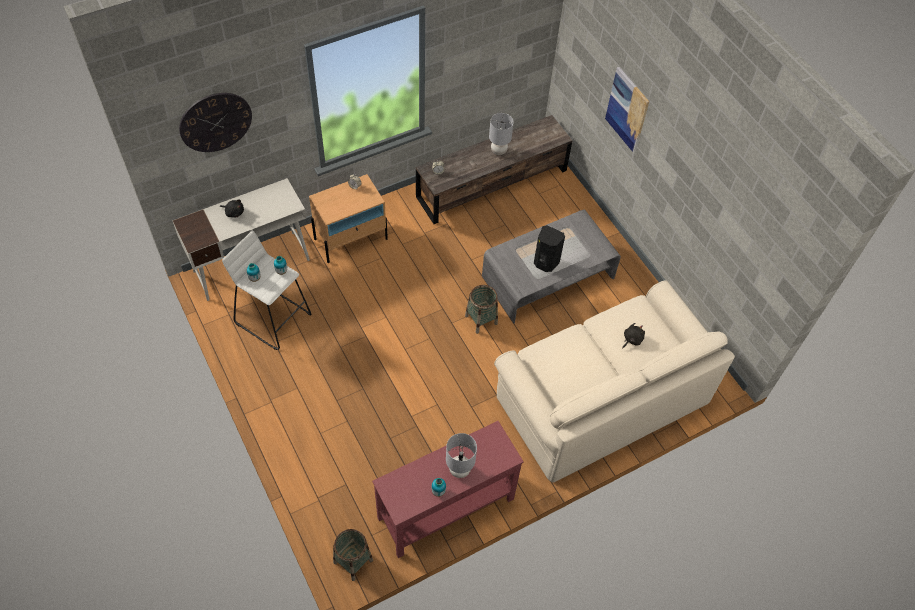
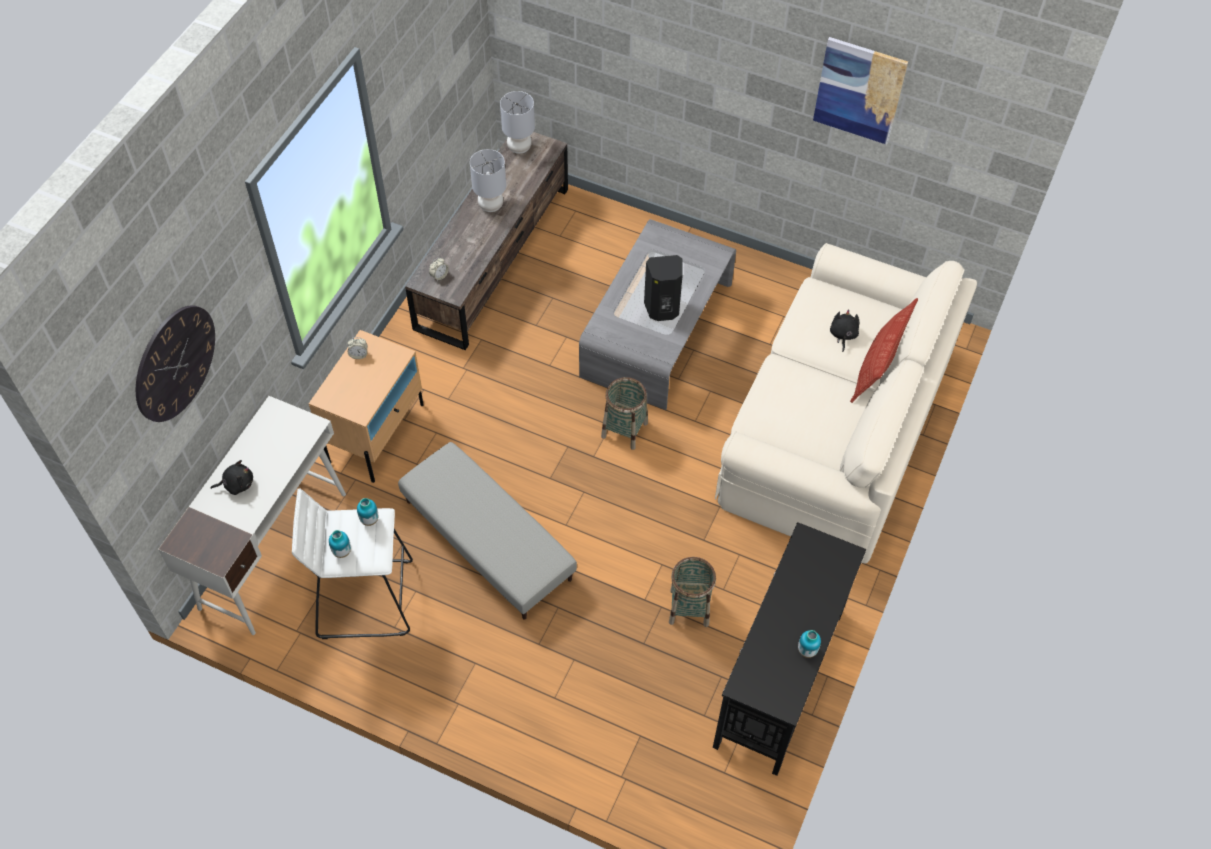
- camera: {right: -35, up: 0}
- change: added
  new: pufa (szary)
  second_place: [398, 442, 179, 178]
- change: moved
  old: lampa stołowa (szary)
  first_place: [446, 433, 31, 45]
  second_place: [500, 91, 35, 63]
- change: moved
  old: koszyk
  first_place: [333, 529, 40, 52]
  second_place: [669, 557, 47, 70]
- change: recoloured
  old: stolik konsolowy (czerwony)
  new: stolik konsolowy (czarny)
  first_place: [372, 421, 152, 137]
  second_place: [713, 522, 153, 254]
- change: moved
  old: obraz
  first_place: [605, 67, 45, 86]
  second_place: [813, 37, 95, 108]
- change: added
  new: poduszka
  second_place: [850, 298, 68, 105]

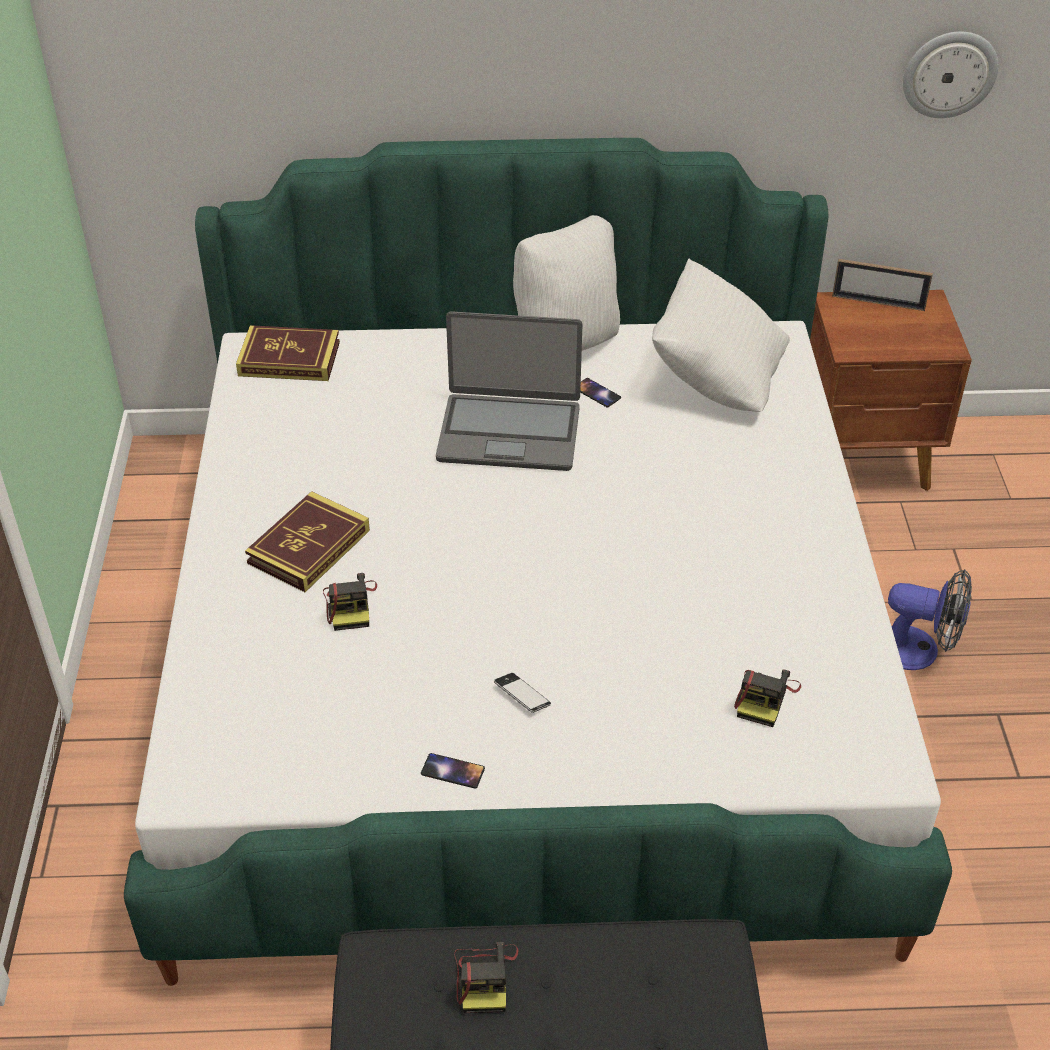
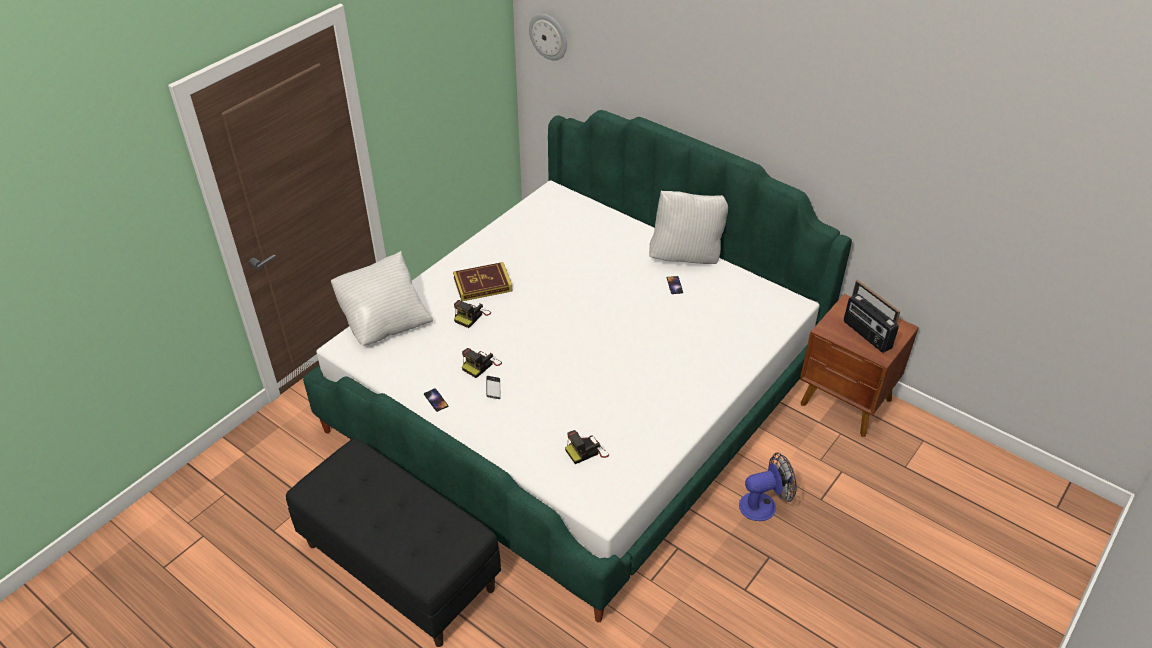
- camera: {right: 40, up: 0}
- change: moved
  old: poduszka (biały)
  first_place: [652, 259, 138, 153]
  second_place: [331, 251, 102, 94]
- change: moved
  old: aparat fotograficzny
  first_place: [454, 942, 64, 71]
  second_place: [462, 348, 40, 30]
- change: moved
  old: zegar ścienny
  first_place: [903, 32, 96, 86]
  second_place: [529, 14, 38, 47]
- change: turned
  old: wentylator
  first_place: [888, 569, 84, 101]
  second_place: [739, 453, 58, 68]
  degrees: -75
- change: added
  new: radio
  second_place: [844, 294, 55, 59]
- change: removed
  old: książka
  first_place: [236, 325, 104, 56]
- change: removed
  old: laptop
  first_place: [436, 311, 146, 160]

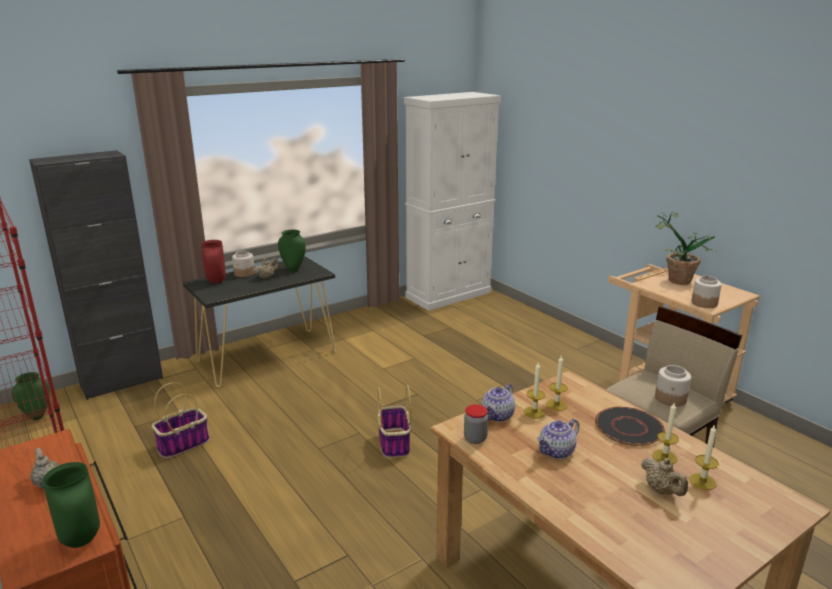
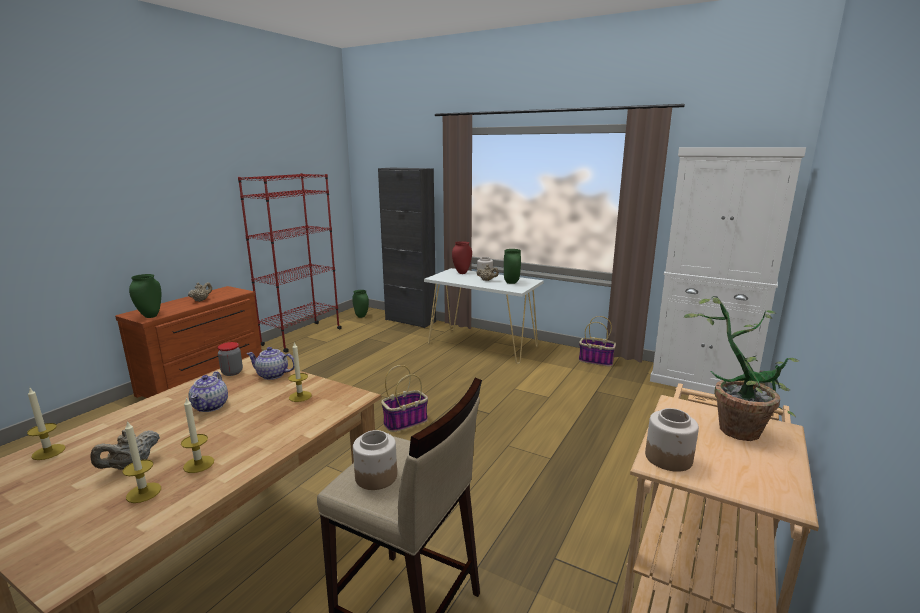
- camera: {right: 65, up: -5}
- change: moved
  old: świeca
  first_place: [524, 361, 21, 58]
  second_place: [27, 388, 38, 72]
- change: turned
  old: imbryk
  first_place: [537, 419, 42, 40]
  second_place: [189, 371, 39, 41]
  degrees: -120
- change: recoloured
  old: stolik konsolowy (czarny)
  new: stolik konsolowy (biały)
  first_place: [183, 256, 153, 131]
  second_place: [424, 268, 120, 96]
- change: moved
  old: koszyk
  first_place: [152, 382, 57, 76]
  second_place: [579, 316, 37, 51]
- change: removed
  old: talerz (czarny)
  first_place: [595, 407, 70, 39]

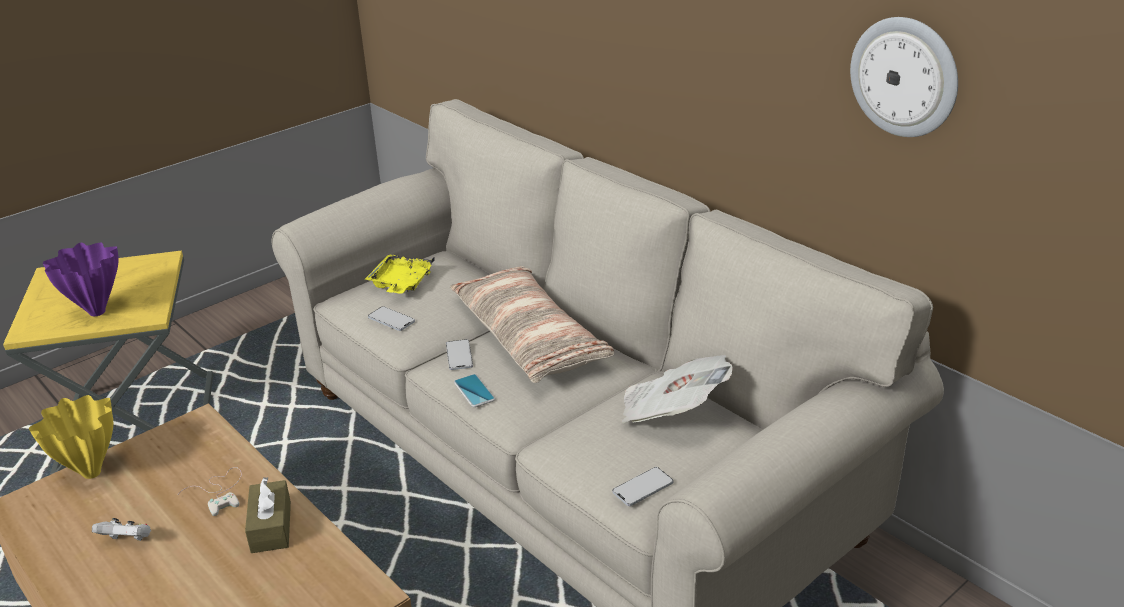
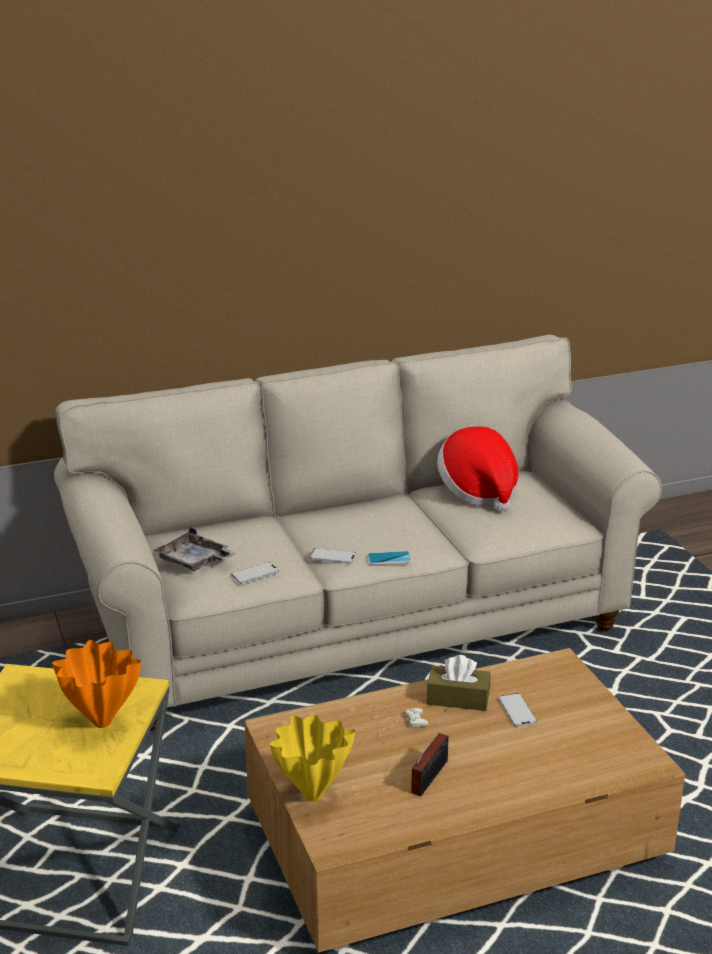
- camera: {right: -70, up: -5}
- change: recoloured
  old: wazon (fioletowy)
  new: wazon (pomarańczowy)
  first_place: [43, 243, 75, 73]
  second_place: [52, 640, 89, 88]
- change: recoloured
  old: taca (żółty)
  new: taca (szary)
  first_place: [365, 254, 69, 39]
  second_place: [153, 527, 83, 44]
- change: replaced
  old: pad do gier (biały)
  new: radio
  first_place: [92, 518, 59, 23]
  second_place: [411, 710, 38, 86]
- change: replaced
  old: gazeta
  new: kapelusz
  first_place: [622, 355, 111, 68]
  second_place: [437, 426, 82, 85]
- change: moved
  old: telefon
  first_place: [612, 467, 61, 39]
  second_place: [498, 693, 39, 34]
- change: removed
  old: poduszka
  first_place: [450, 266, 164, 117]
- change: removed
  old: zegar ścienny
  first_place: [850, 17, 108, 120]

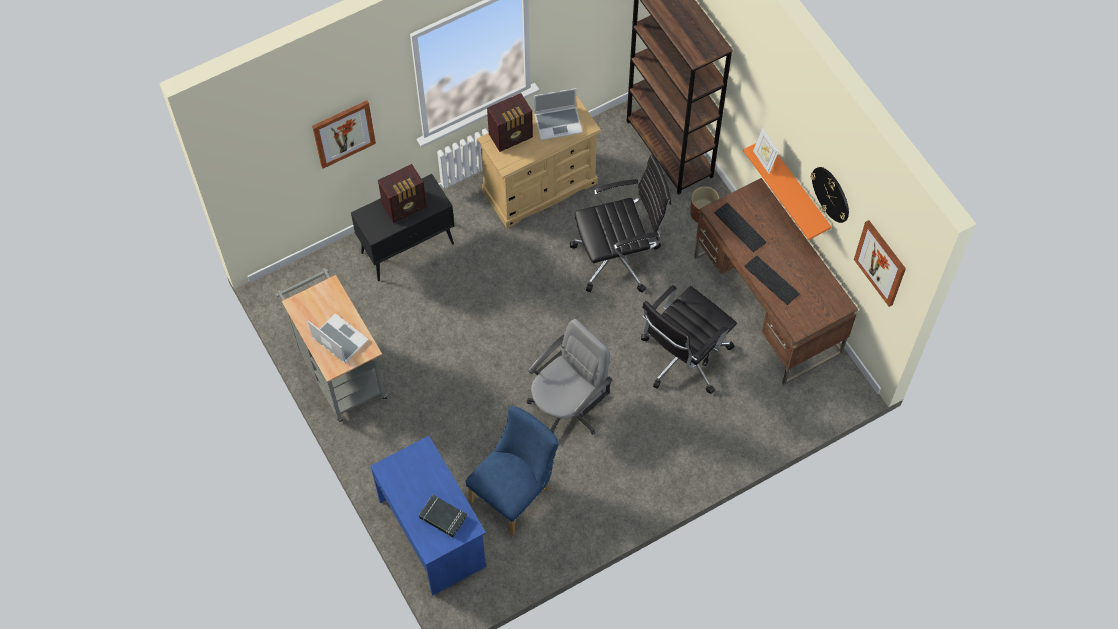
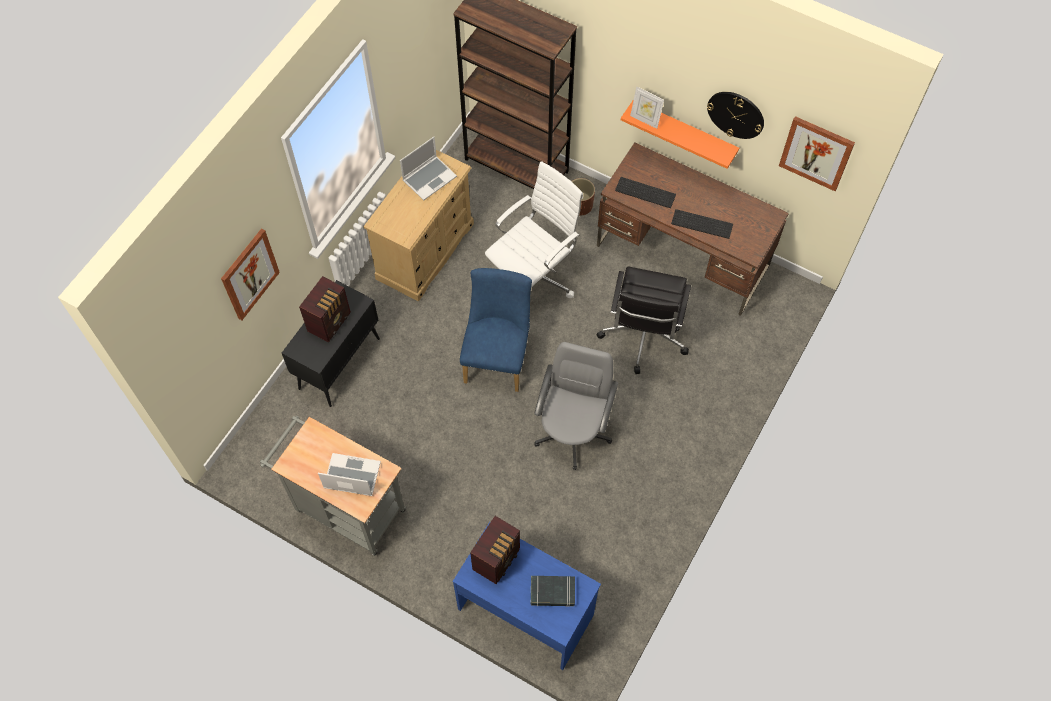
- camera: {right: -30, up: 0}
- change: moved
  old: krzesło (niebieski)
  first_place: [465, 406, 94, 130]
  second_place: [460, 268, 72, 124]
- change: moved
  old: radio
  first_place: [487, 93, 46, 59]
  second_place: [470, 516, 50, 68]
- change: recoloured
  old: krzesło biurowe (czarny)
  new: krzesło biurowe (biały)
  first_place: [570, 154, 101, 139]
  second_place: [485, 161, 98, 137]

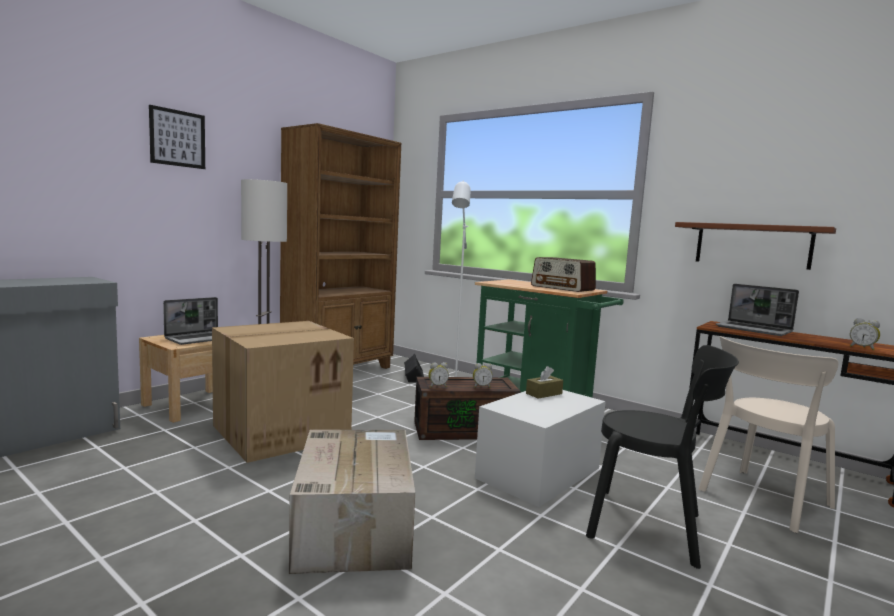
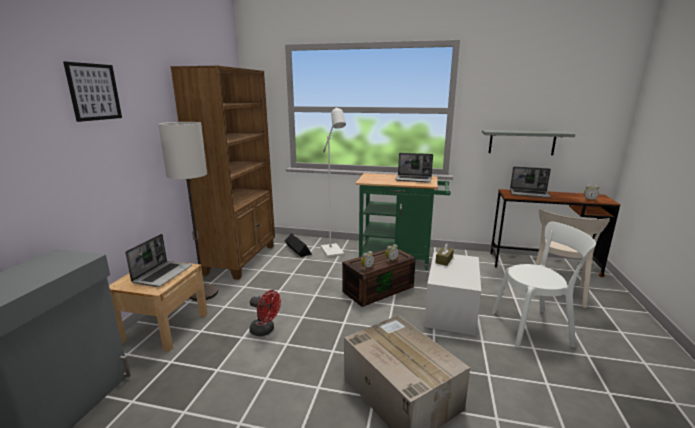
- camera: {right: -25, up: 10}
- change: replaced
  old: karton
  new: wentylator (czerwony)
  first_place: [212, 321, 142, 142]
  second_place: [249, 290, 32, 46]
- change: replaced
  old: radio
  new: laptop
  first_place: [531, 257, 65, 35]
  second_place: [395, 153, 38, 30]
- change: recoloured
  old: półka (brązowy)
  new: półka (szary)
  first_place: [675, 222, 161, 48]
  second_place: [482, 130, 93, 25]
- change: recoloured
  old: krzesło (czarny)
  new: krzesło (biały)
  first_place: [586, 345, 153, 224]
  second_place: [492, 222, 104, 126]

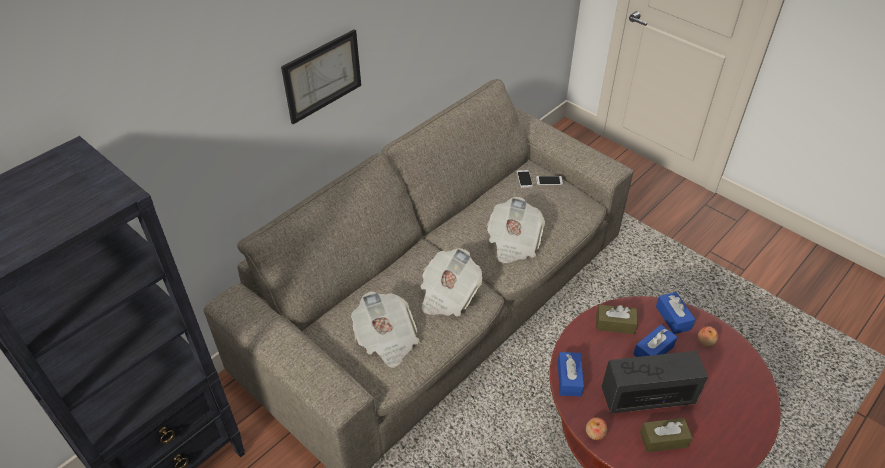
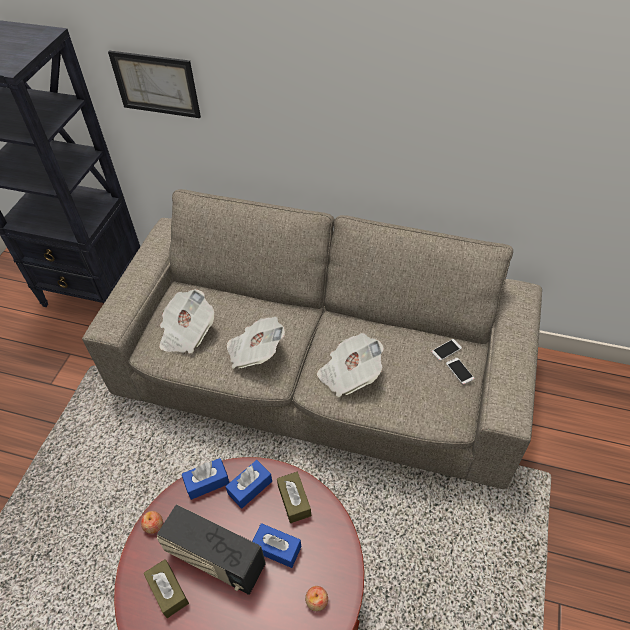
- camera: {right: 65, up: 5}
- change: moved
  old: obraz
  first_place: [281, 29, 80, 95]
  second_place: [108, 50, 93, 68]
- change: turned
  old: radio
  first_place: [602, 351, 106, 62]
  second_place: [157, 504, 109, 91]
  degrees: 150
- change: moved
  old: pudełko chusteczek (niebieski)
  first_place: [656, 292, 40, 42]
  second_place: [225, 460, 47, 49]

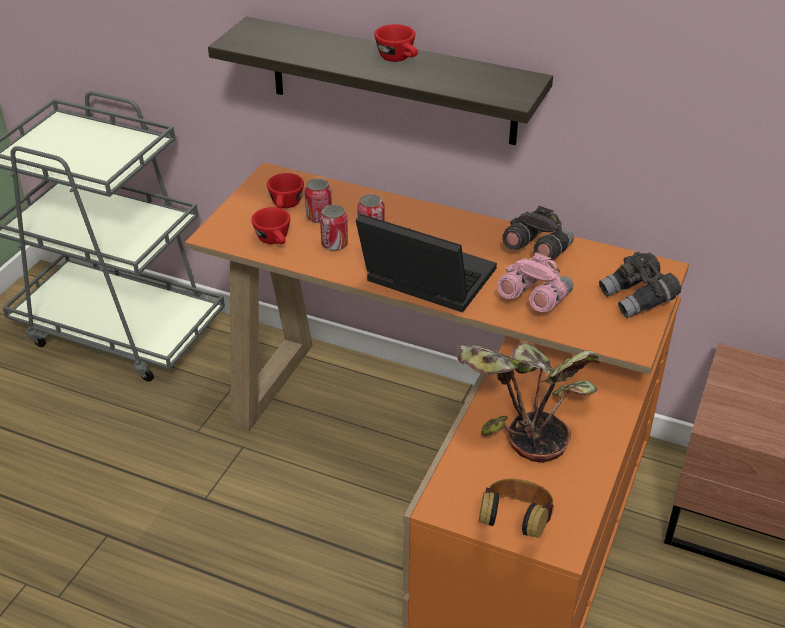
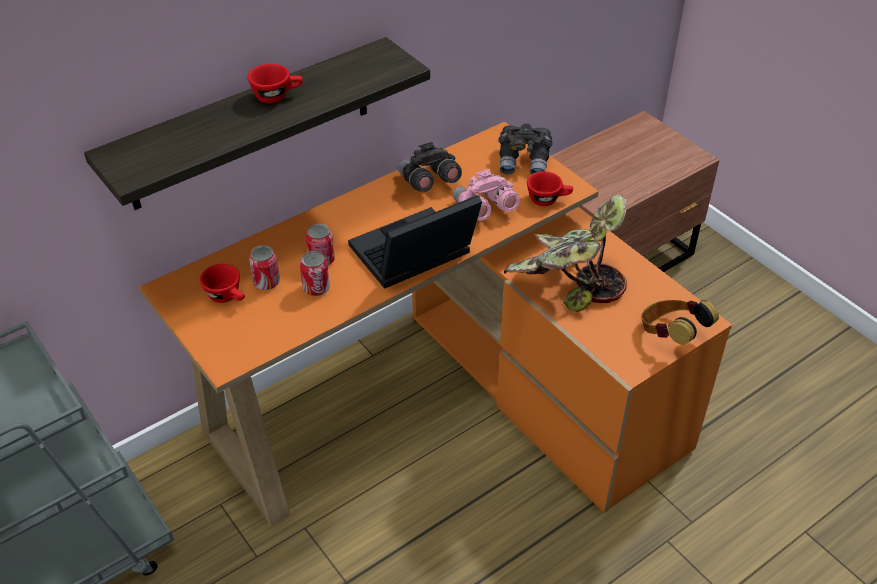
- camera: {right: -60, up: 5}
- change: moved
  old: filiżanka (czerwony)
  first_place: [251, 207, 39, 37]
  second_place: [527, 171, 46, 35]

